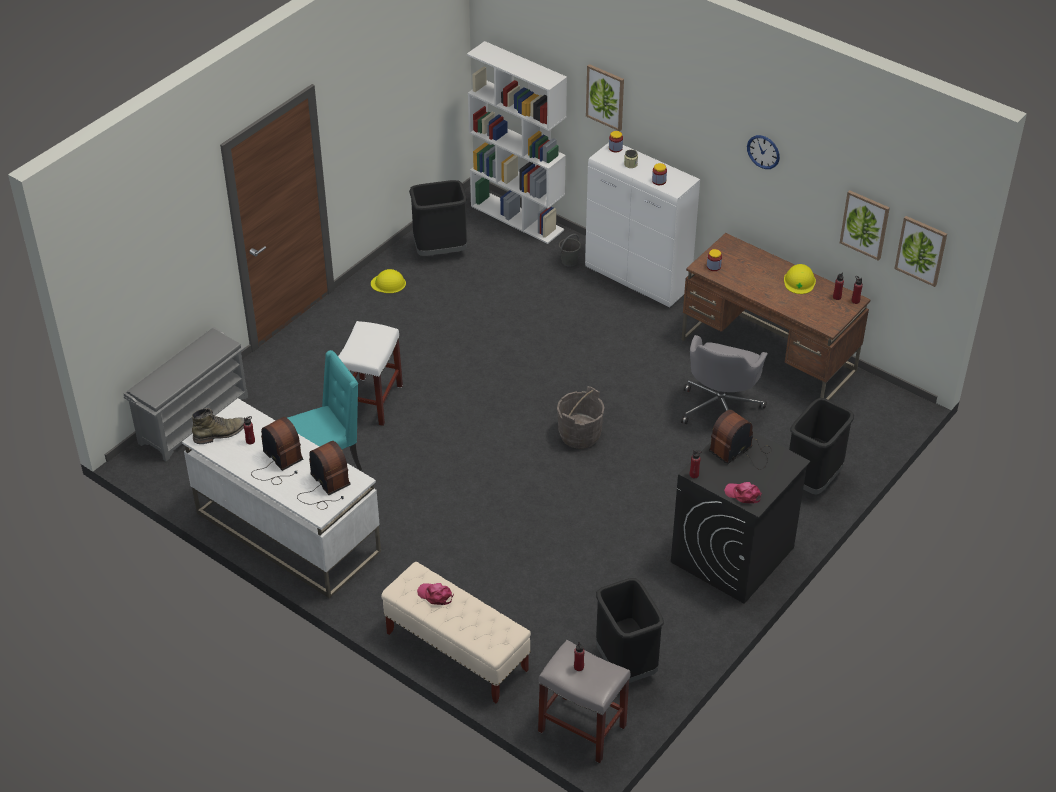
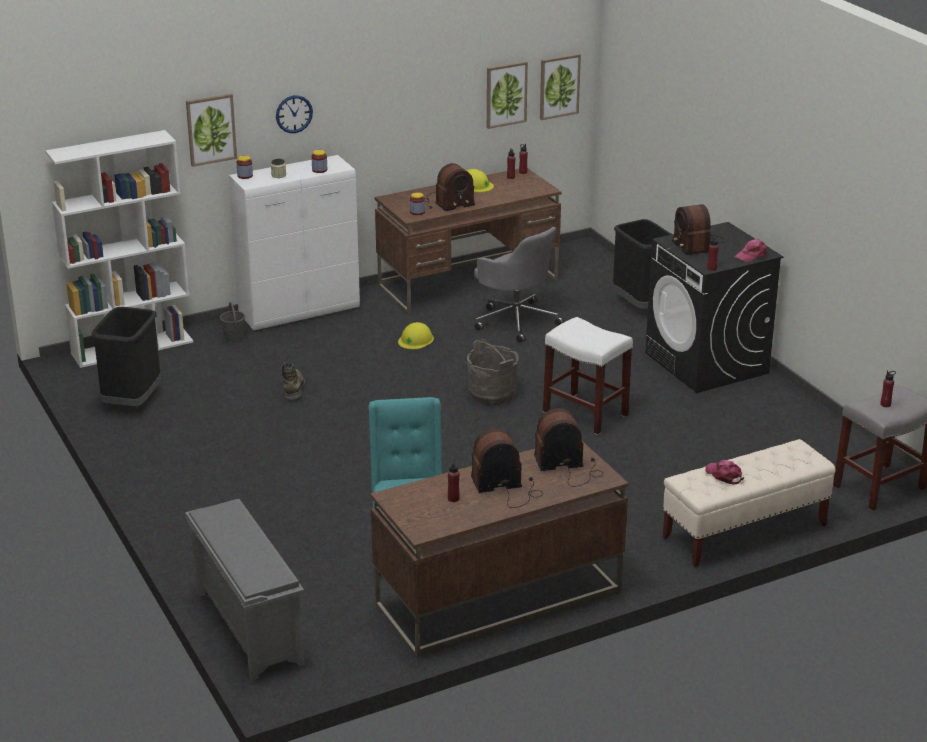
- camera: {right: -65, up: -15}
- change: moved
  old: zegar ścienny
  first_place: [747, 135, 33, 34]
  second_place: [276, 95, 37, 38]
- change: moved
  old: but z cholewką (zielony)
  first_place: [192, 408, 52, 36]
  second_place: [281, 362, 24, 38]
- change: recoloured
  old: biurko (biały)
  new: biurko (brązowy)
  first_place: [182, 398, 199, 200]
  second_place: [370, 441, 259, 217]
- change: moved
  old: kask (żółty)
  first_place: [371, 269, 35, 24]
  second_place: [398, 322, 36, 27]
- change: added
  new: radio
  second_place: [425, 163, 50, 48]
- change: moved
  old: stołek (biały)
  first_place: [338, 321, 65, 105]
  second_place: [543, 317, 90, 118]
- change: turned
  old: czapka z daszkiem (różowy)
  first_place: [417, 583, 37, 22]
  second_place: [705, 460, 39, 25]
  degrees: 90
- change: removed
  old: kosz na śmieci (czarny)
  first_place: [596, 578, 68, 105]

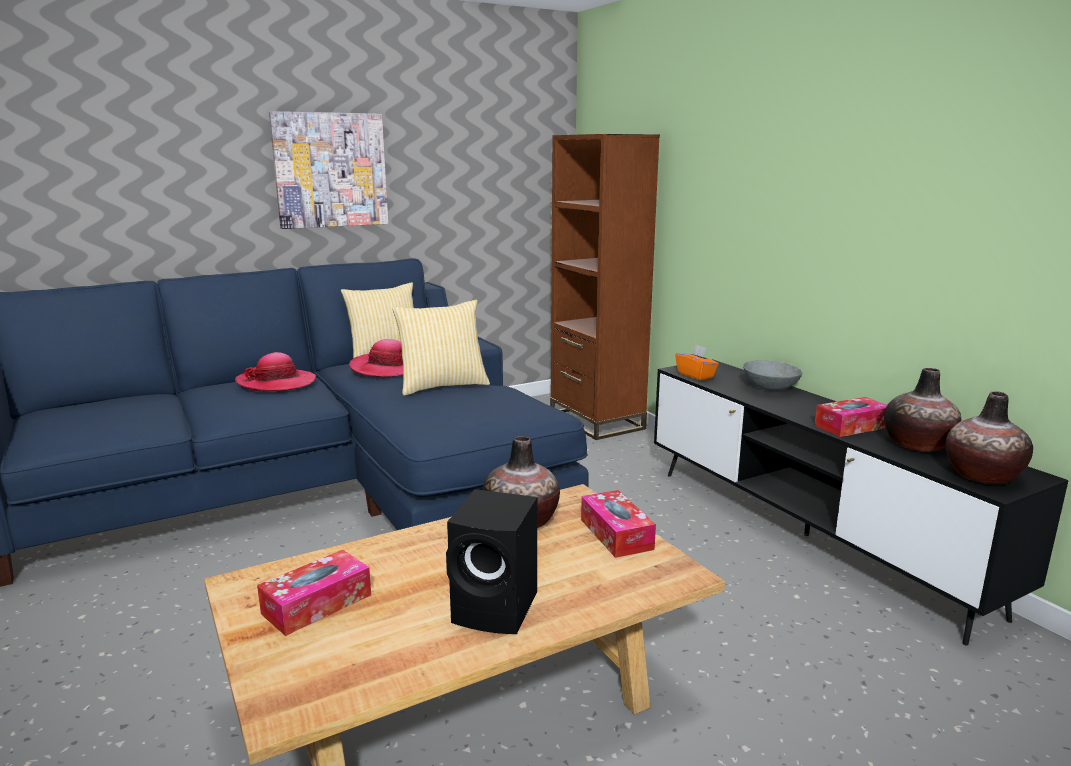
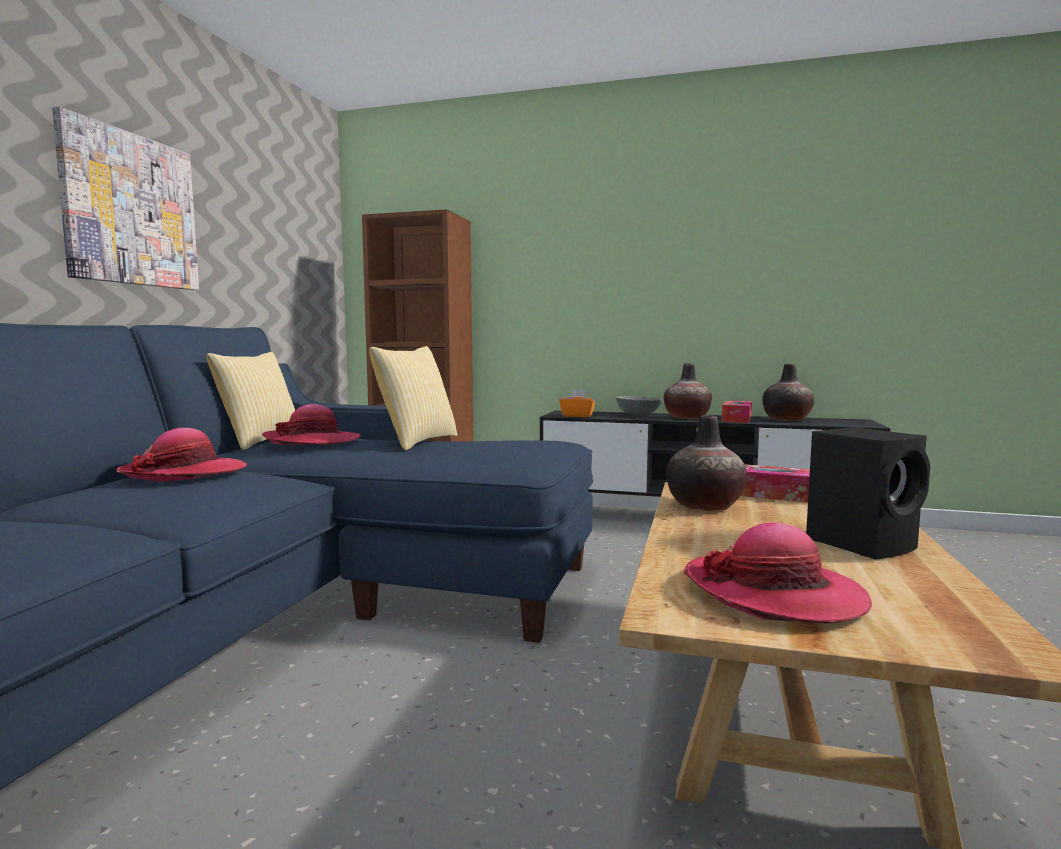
- camera: {right: -45, up: -10}
- change: moved
  old: wazon
  first_place: [945, 391, 88, 93]
  second_place: [664, 363, 48, 56]
- change: replaced
  old: pudełko chusteczek
  new: kapelusz
  first_place: [257, 550, 114, 86]
  second_place: [683, 522, 189, 101]

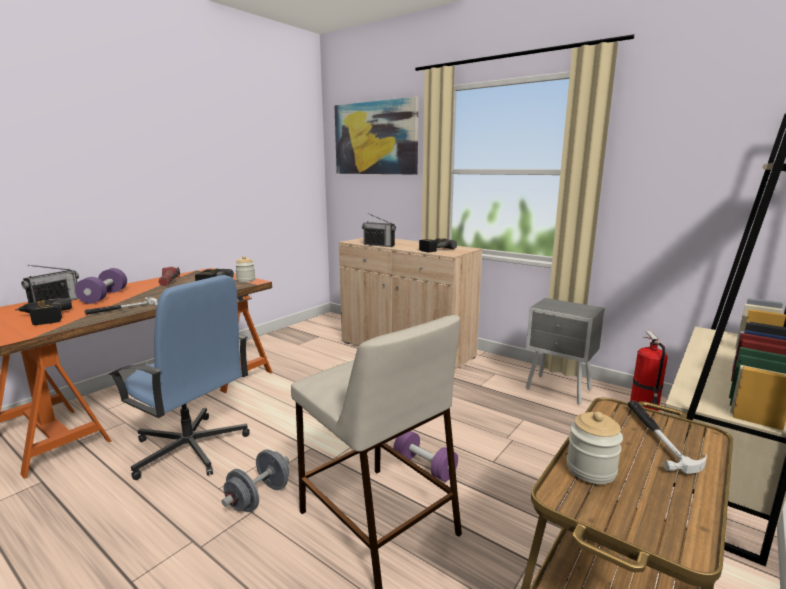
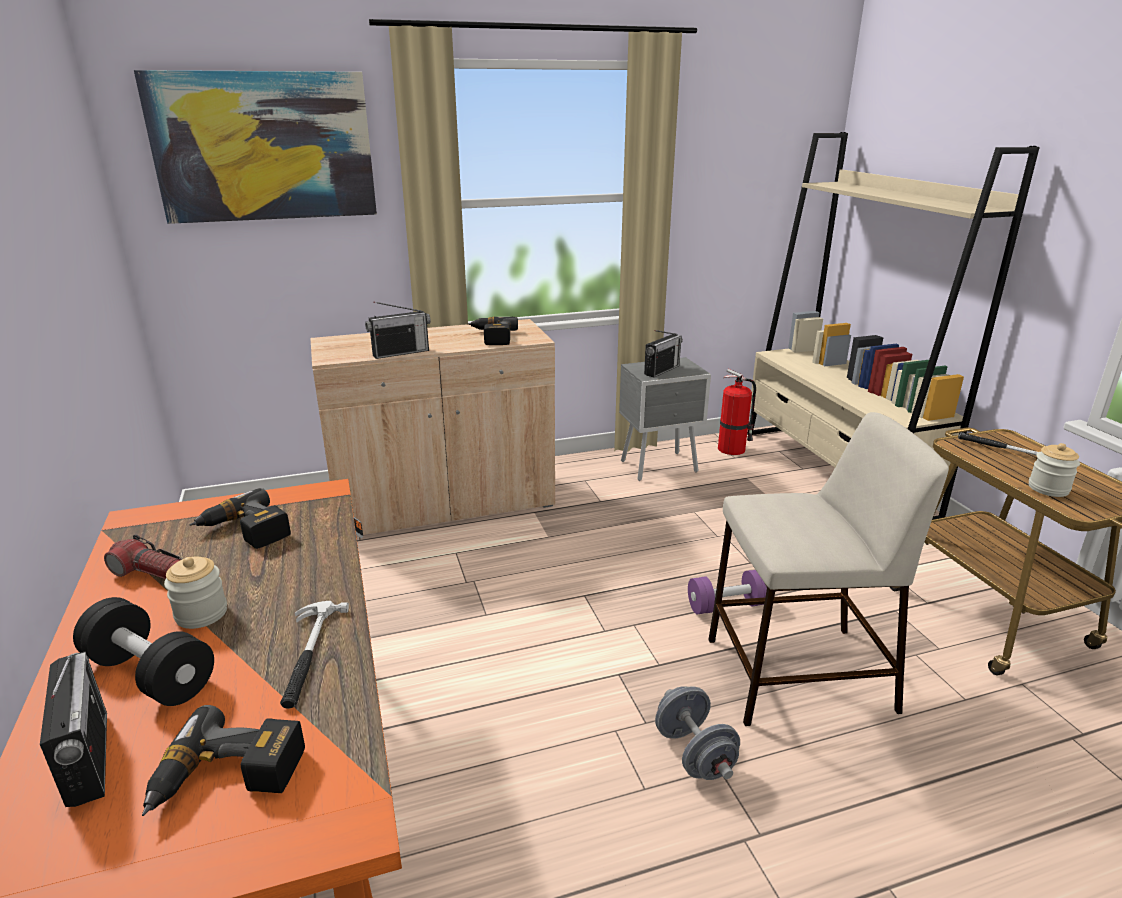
- camera: {right: -55, up: 10}
- change: recoloured
  old: hantel (fioletowy)
  new: hantel (czarny)
  first_place: [75, 268, 52, 36]
  second_place: [73, 597, 141, 109]
- change: moved
  old: słoik
  first_place: [235, 256, 20, 26]
  second_place: [164, 556, 63, 73]
- change: added
  new: radio
  second_place: [644, 330, 39, 48]
- change: removed
  old: krzesło biurowe (niebieski)
  first_place: [108, 275, 142, 205]

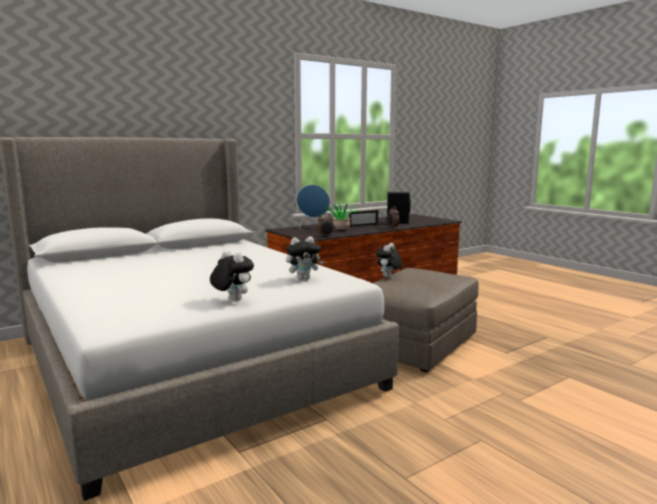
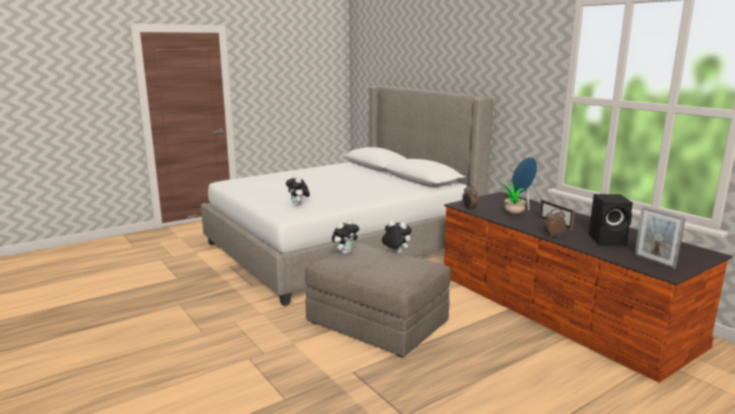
- camera: {right: 90, up: 5}
- change: moved
  old: pluszak
  first_place: [210, 250, 44, 51]
  second_place: [332, 219, 27, 35]
- change: added
  new: ramka na zdjęcie
  second_place: [634, 206, 51, 63]

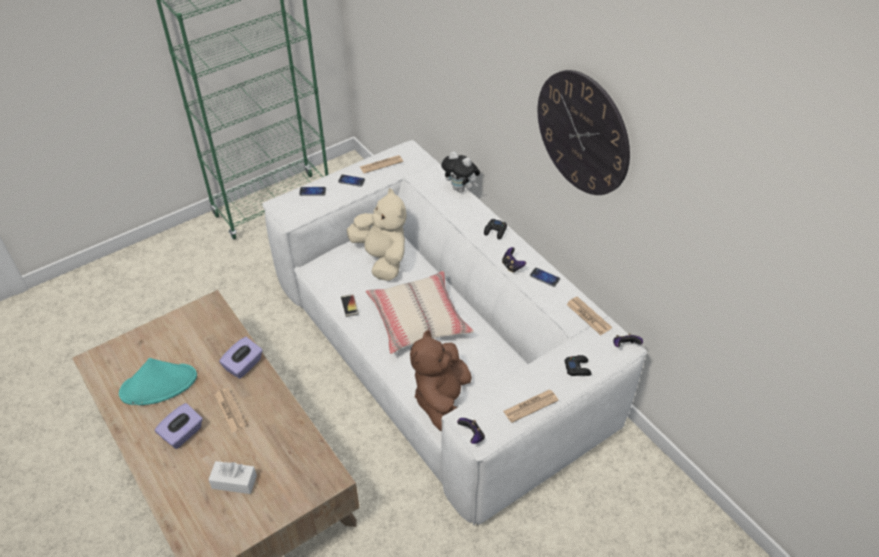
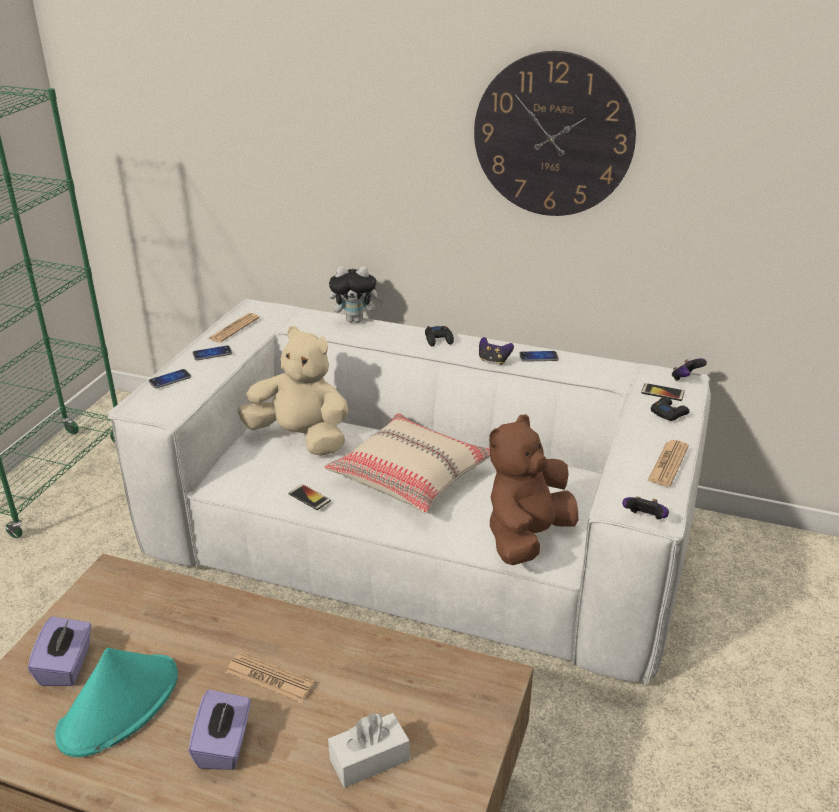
- camera: {right: -35, up: -15}
- change: moved
  old: pudełko chusteczek (fioletowy)
  first_place: [219, 337, 44, 42]
  second_place: [28, 616, 64, 70]
- change: turned
  old: pluszak (brązowy)
  first_place: [410, 330, 62, 101]
  second_place: [489, 414, 89, 151]
  degrees: 60
- change: added
  new: telefon
  second_place: [641, 383, 44, 18]
- change: removed
  old: gazeta
  first_place: [566, 297, 46, 38]

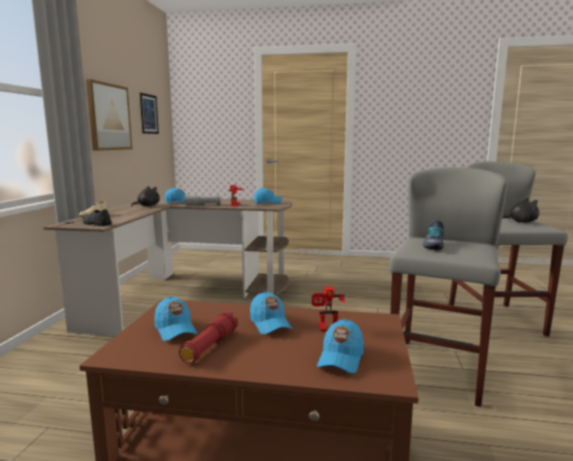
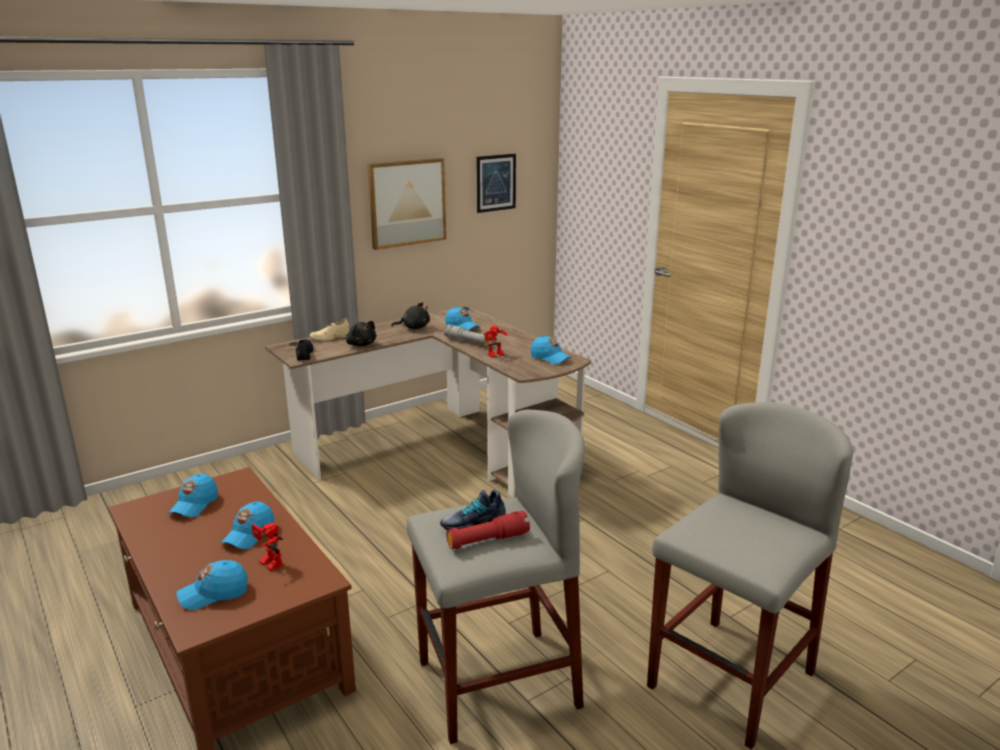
- camera: {right: 45, up: 10}
- change: moved
  old: pluszak (czarny)
  first_place: [502, 198, 37, 25]
  second_place: [346, 321, 31, 26]
- change: moved
  old: latarka (czerwony)
  first_place: [179, 311, 59, 53]
  second_place: [446, 511, 84, 38]

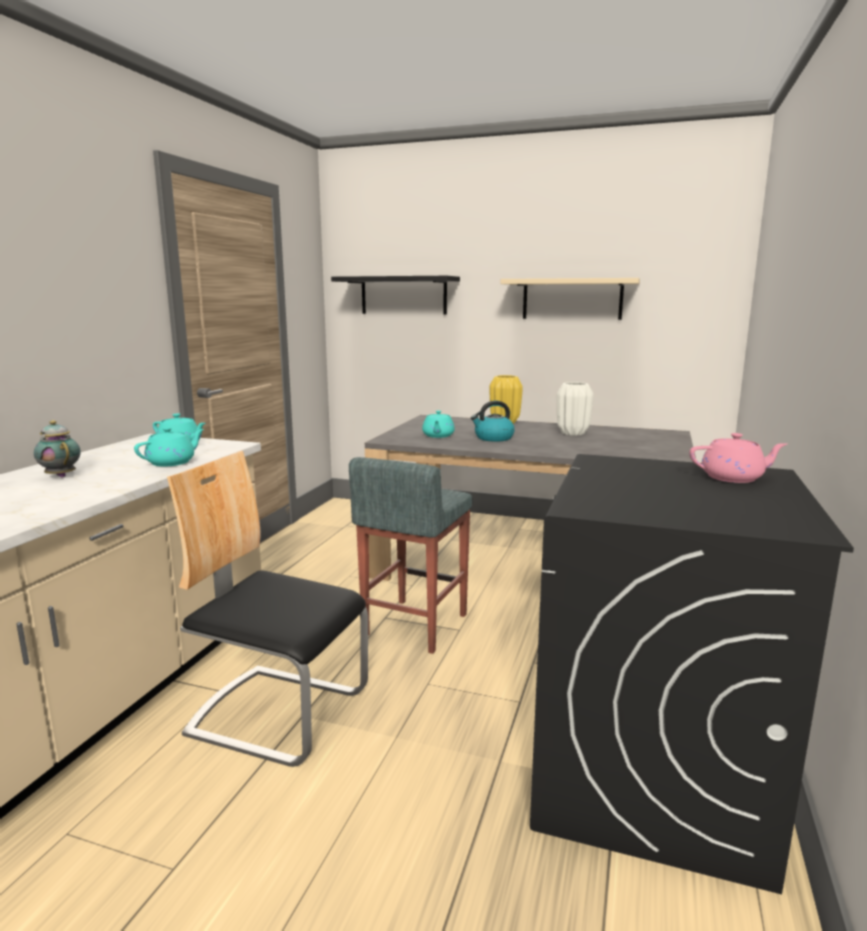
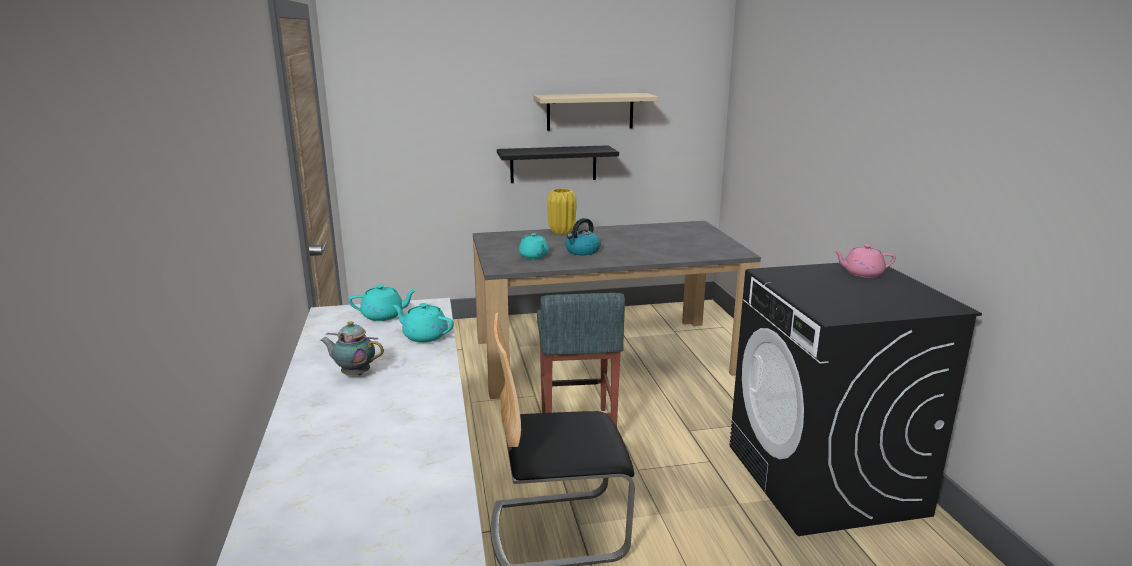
- camera: {right: -30, up: 5}
- change: turned
  old: imbryk (turkusowy)
  first_place: [134, 427, 70, 39]
  second_place: [392, 303, 62, 40]
  degrees: -75
- change: moved
  old: półka (czarny)
  first_place: [331, 276, 129, 38]
  second_place: [497, 145, 122, 38]
- change: turned
  old: imbryk (różowy)
  first_place: [689, 433, 98, 50]
  second_place: [833, 244, 63, 34]
  degrees: -150
- change: removed
  old: wazon (biały)
  first_place: [557, 382, 37, 54]

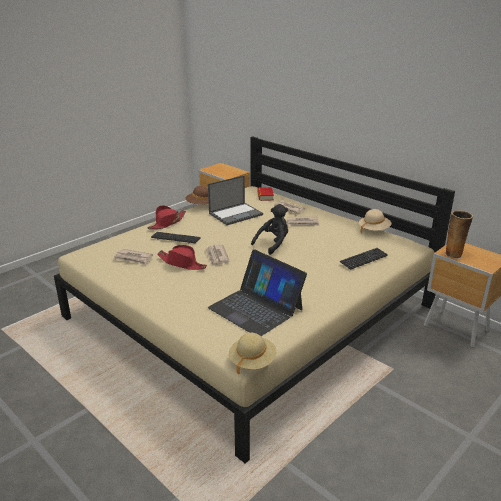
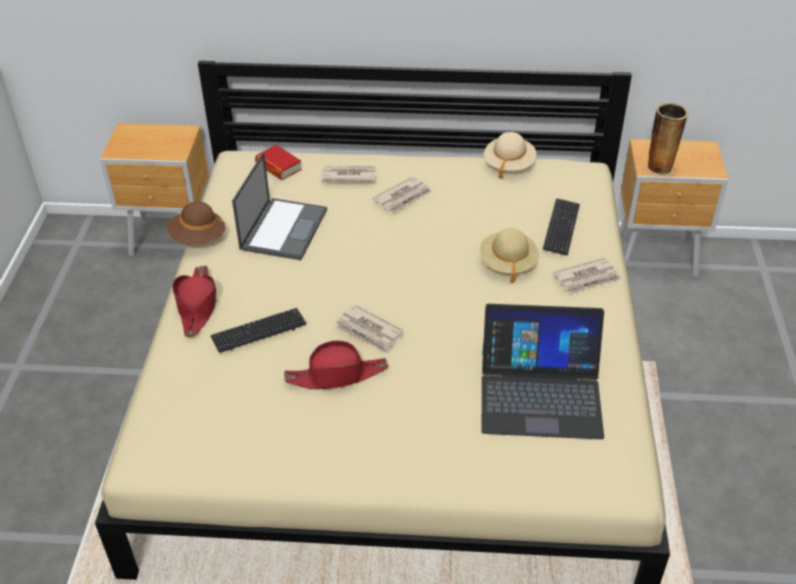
- camera: {right: -40, up: 15}
- change: moved
  old: kapelusz (beżowy)
  first_place: [229, 333, 48, 42]
  second_place: [480, 228, 59, 55]
- change: moved
  old: gazeta
  first_place: [114, 249, 39, 16]
  second_place: [553, 258, 68, 36]
- change: removed
  old: pluszak (czarny)
  first_place: [251, 204, 37, 51]

